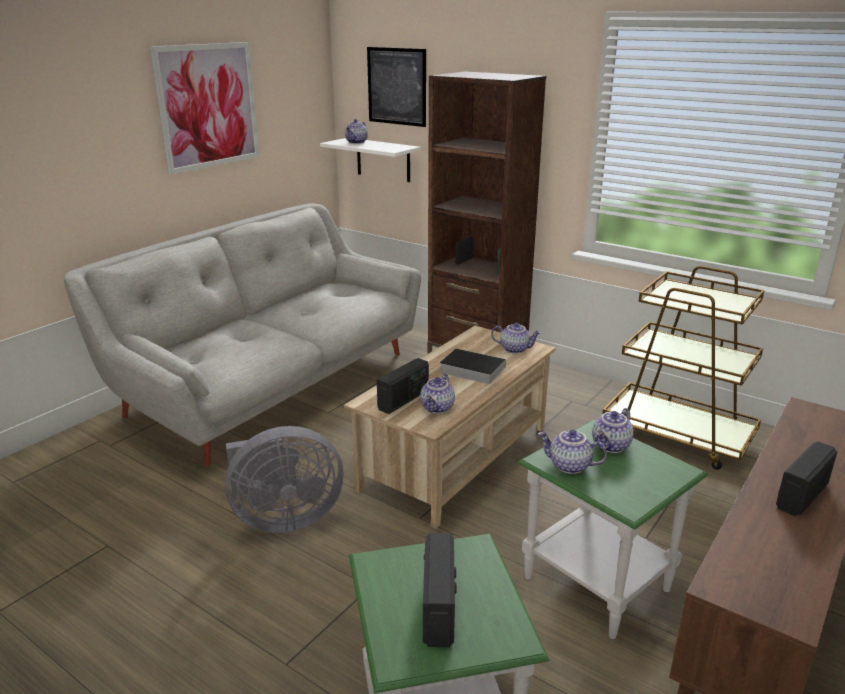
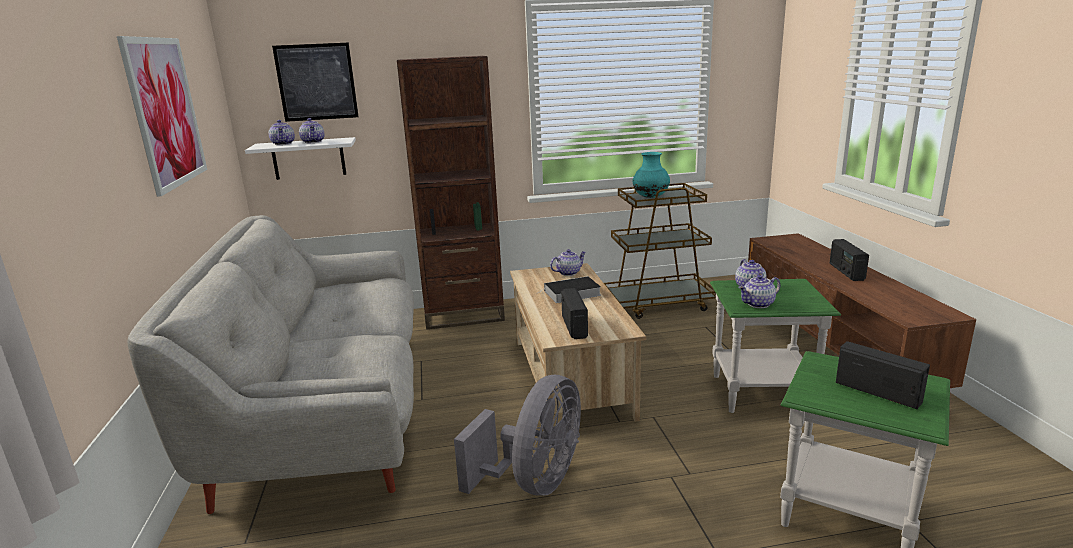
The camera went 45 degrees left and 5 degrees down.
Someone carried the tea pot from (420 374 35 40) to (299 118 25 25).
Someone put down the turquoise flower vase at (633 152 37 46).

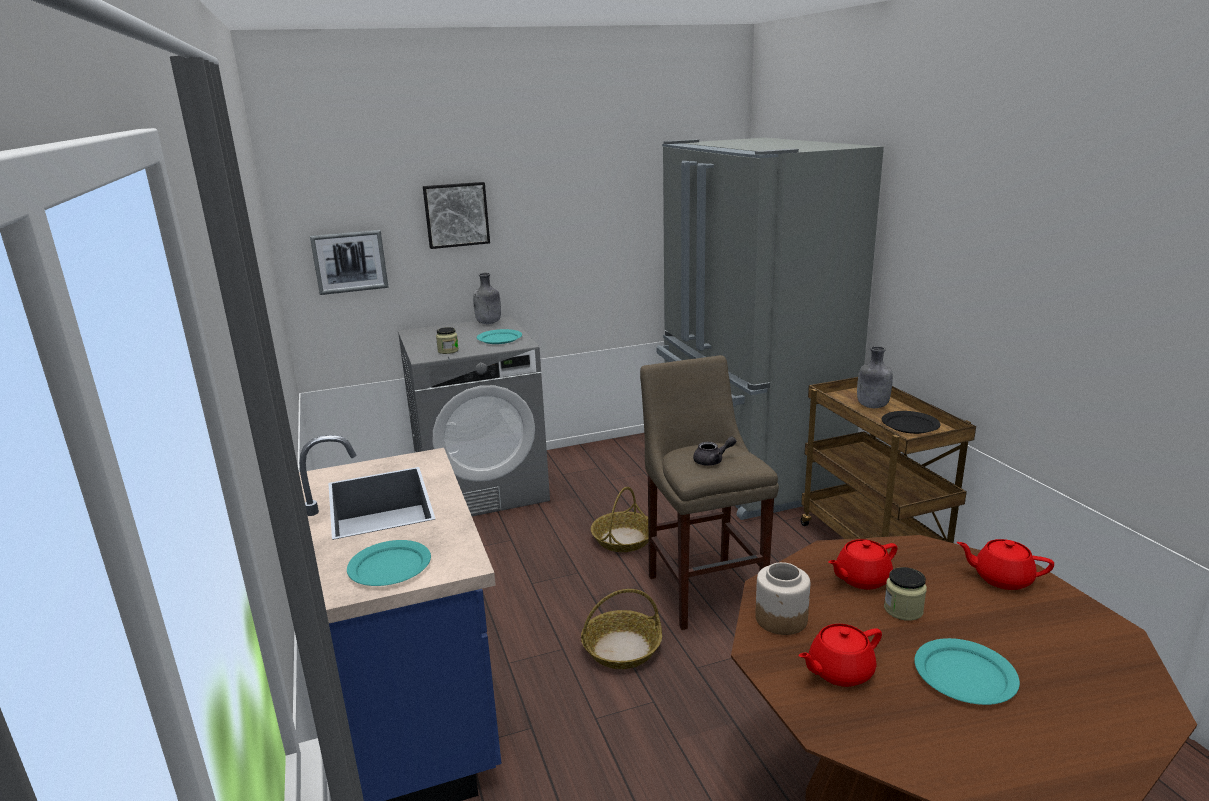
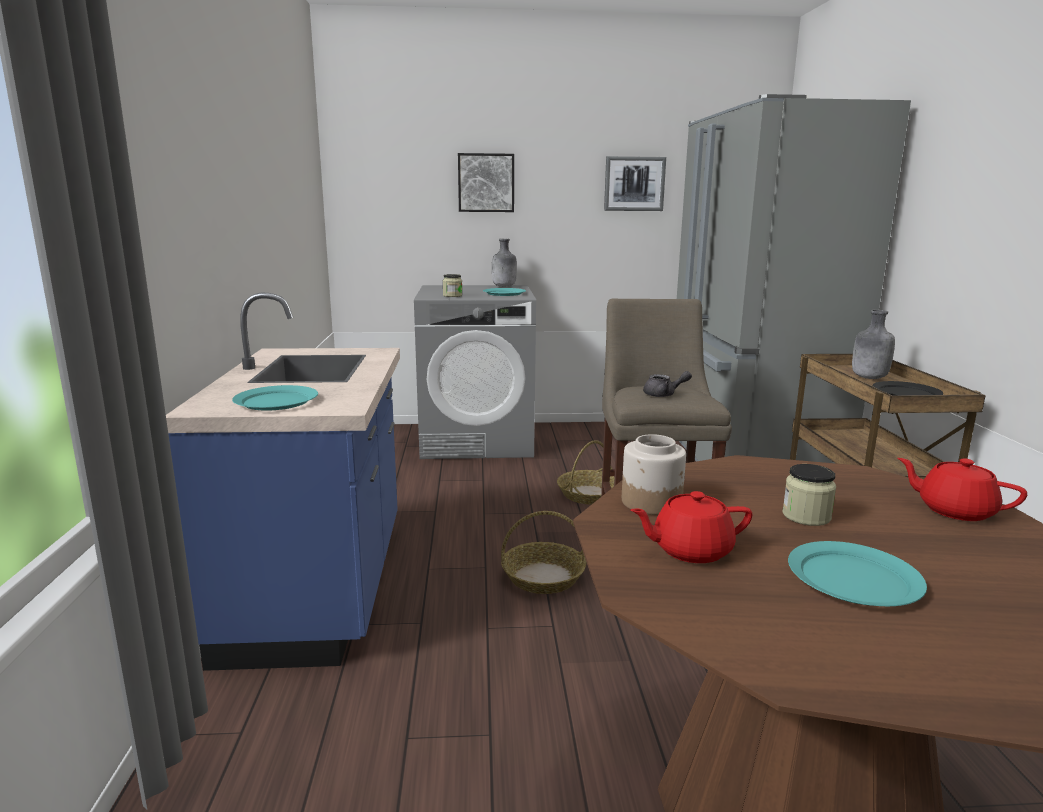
The camera went 15 degrees right and 5 degrees down.
Someone carried the picture from (310 230 79 65) to (604 156 62 55).
Someone took away the red tea pot at (828 539 70 50).

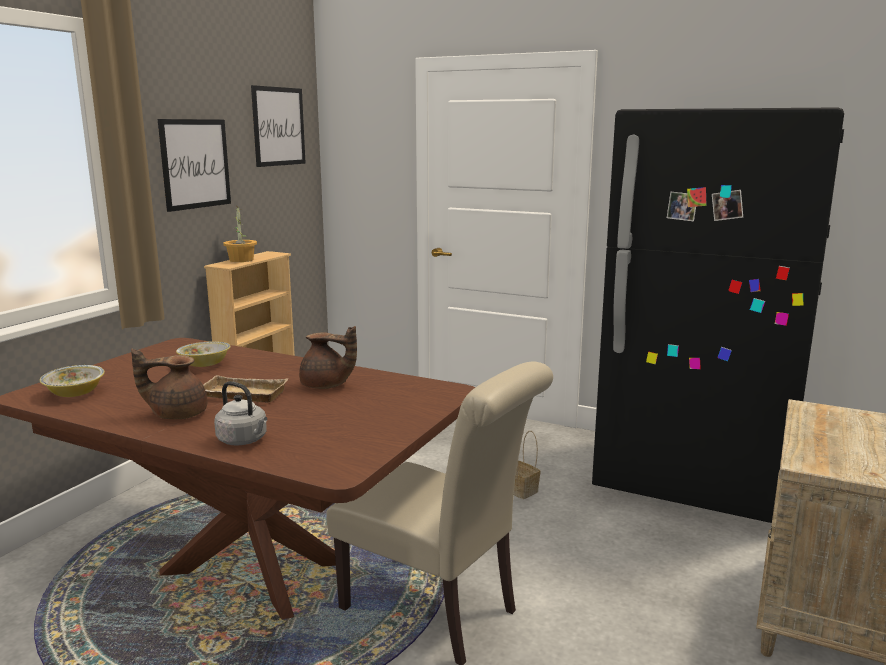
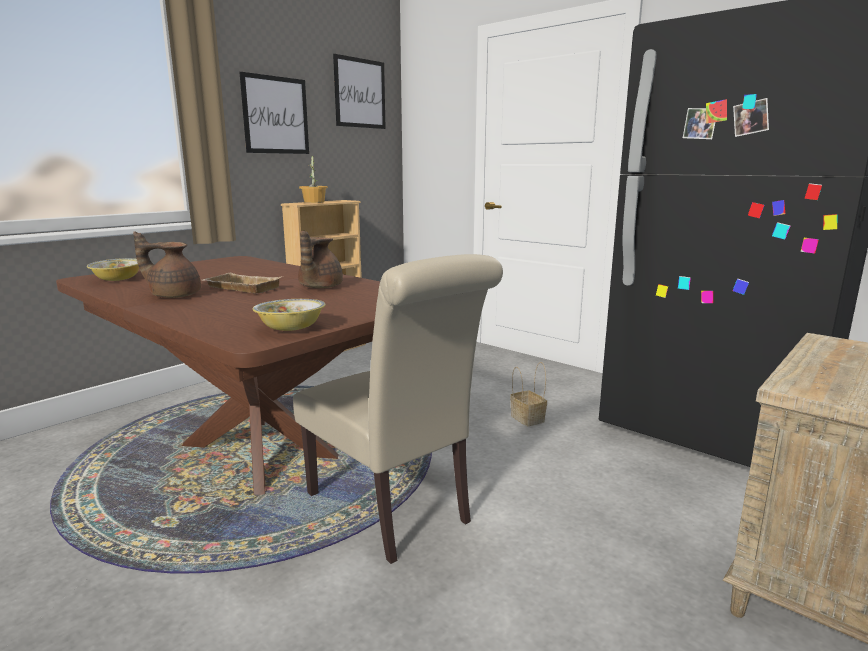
The camera went 15 degrees right and 0 degrees up.
Someone carried the deep dish from (176 341 55 26) to (253 299 73 32).
Someone rotated the brownish tea pot at (299 326 58 63) by 75 degrees clockwise.
Someone took away the grey water kettle at (214 381 53 64).

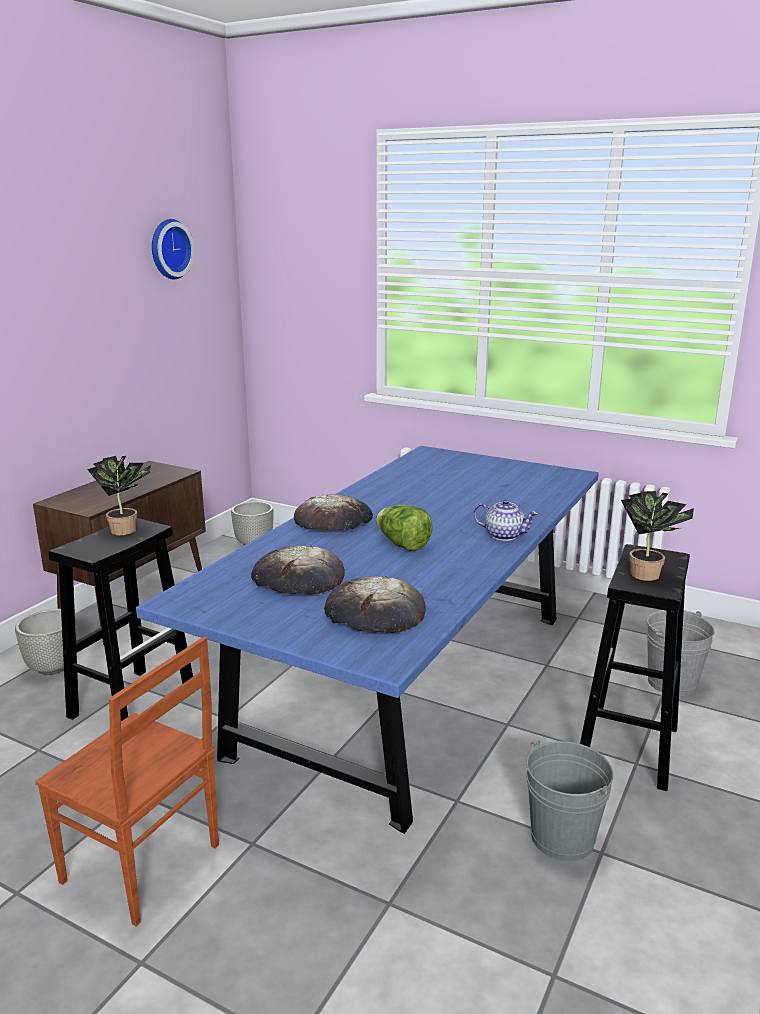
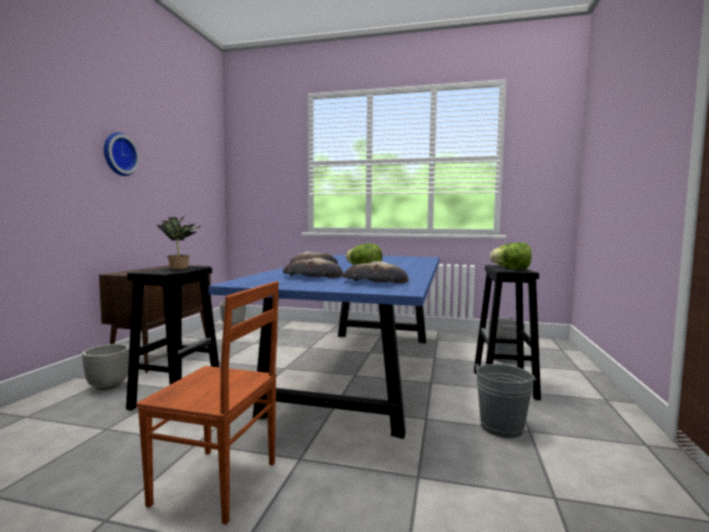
The camera went 15 degrees left and 15 degrees down.
Someone carried the hanging clock from (152 219 43 60) to (104 132 36 44).
Someone swapped the plant in a pot at (621 491 73 90) for the head of lettuce at (490 242 42 27).
Someone took away the tea pot at (473 499 65 42).

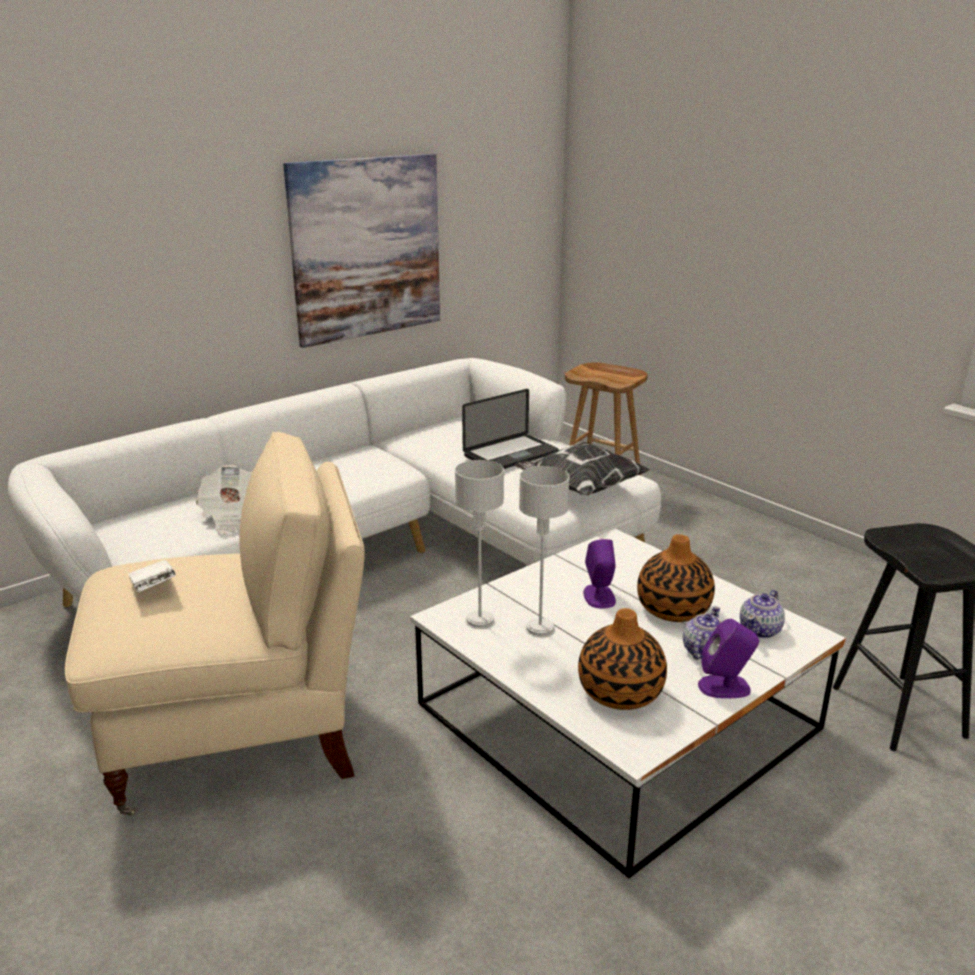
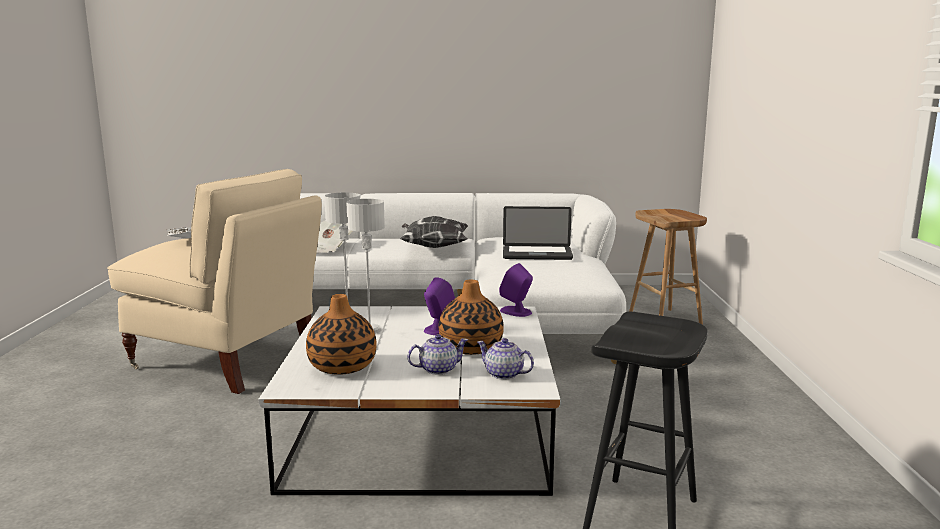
The camera went 40 degrees right and 10 degrees down.
Someone carried the throw pillow from (515 442 135 53) to (400 216 68 32).
Someone rotated the tea pot at (740 590 45 48) by 45 degrees clockwise.
Someone carried the purplish loudspeaker from (698 619 61 79) to (499 263 34 54).
Someone took away the picture at (283 154 157 194).

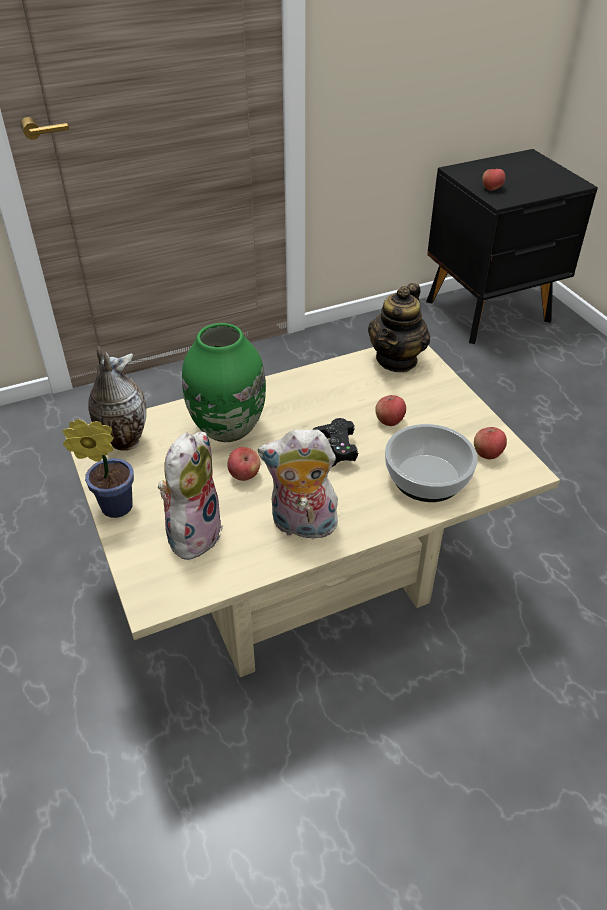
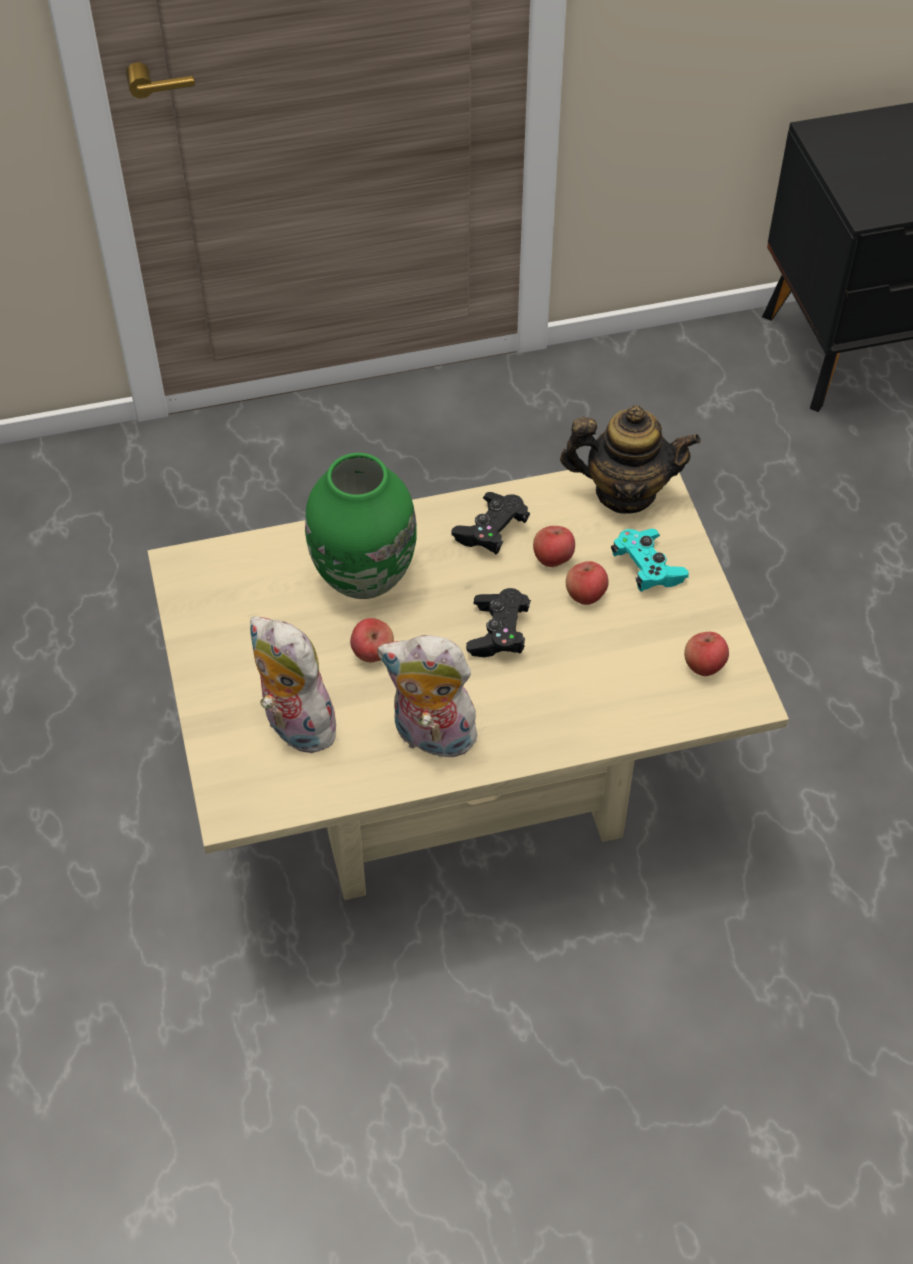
The camera went 10 degrees right and 10 degrees up.
Someone rotated the plush toy at (158 432 65 128) by 75 degrees counterclockwise.
Someone put down the blackish gamepad at (451 492 79 62).
Someone carried the whole apple from (482 169 23 22) to (533 526 42 41).
Someone rotated the tea pot at (368 283 62 89) by 120 degrees counterclockwise.
Someone put down the turquoise gamepad at (611 529 78 63).
Someone took away the plant in a pot at (62 419 72 99).
Someone took away the flower vase at (88 346 58 105).
Someone took away the deep dish at (385 424 93 78).

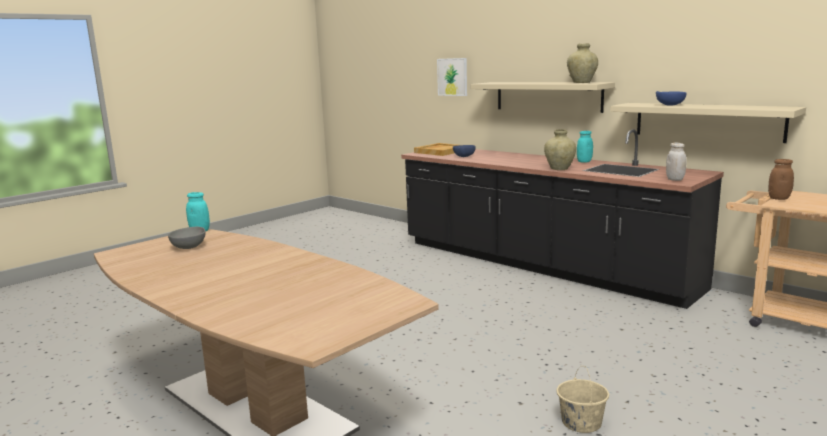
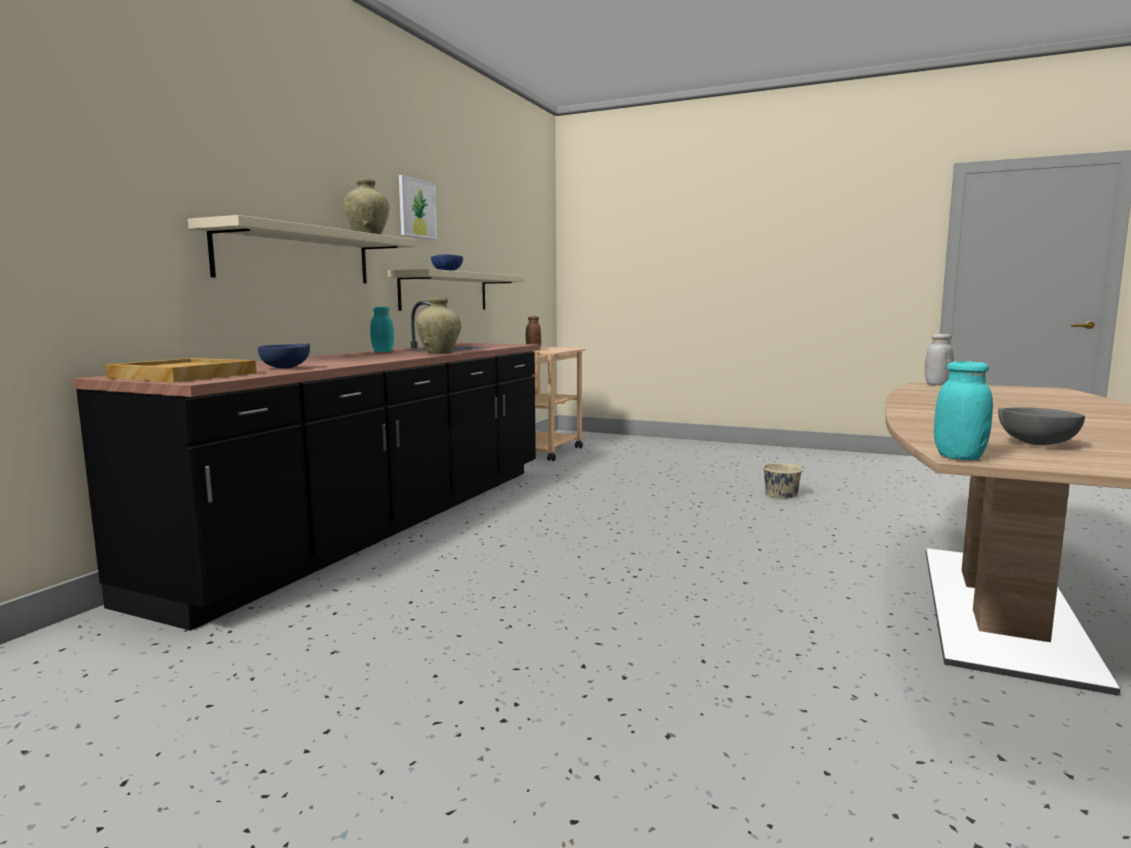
The camera went 110 degrees left and 5 degrees down.
Someone carried the picture from (437 58 30 38) to (399 175 38 65).
Someone carried the white storage jar from (666 143 21 38) to (925 334 28 51).

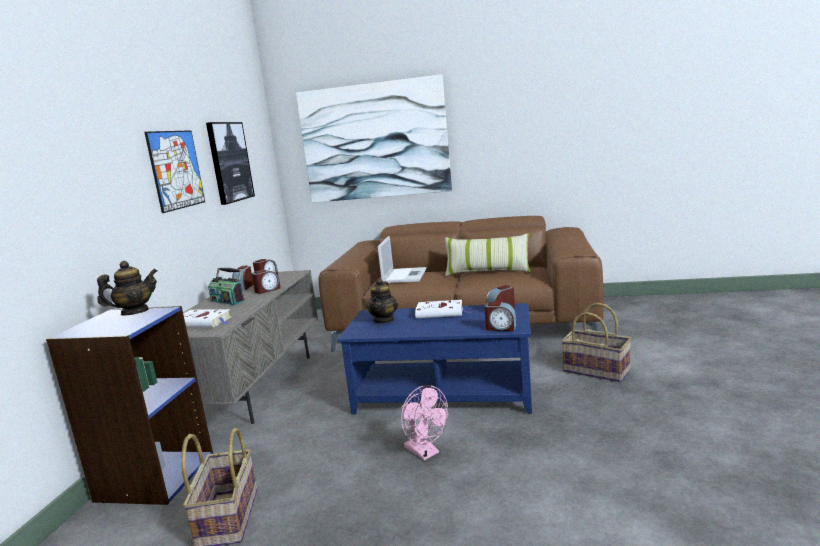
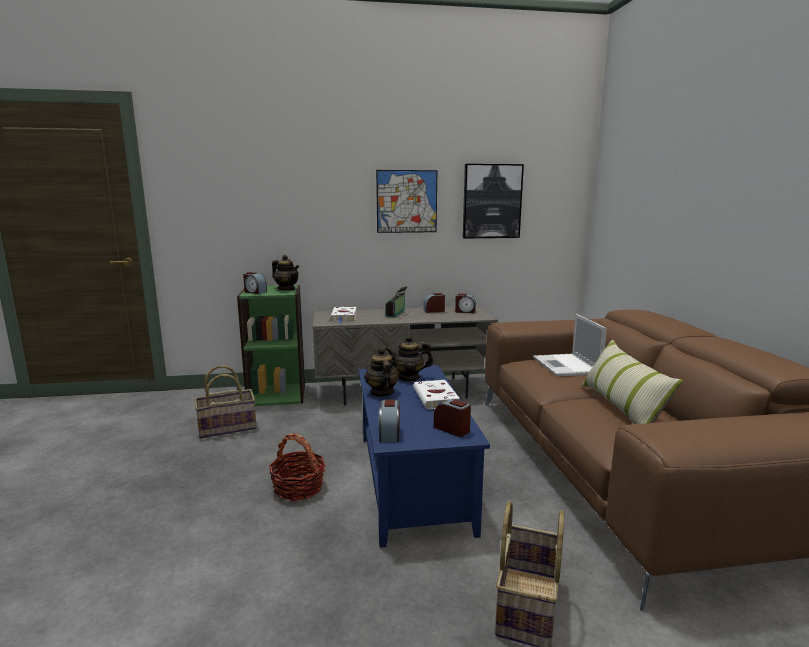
The camera went 70 degrees right and 0 degrees up.
Someone repainted the blue bookcase at (46 306 167 199), which became the greenish bookcase at (237 285 68 121).
Someone carried the alarm clock from (252 270 29 24) to (243 272 24 22).
Someone swapped the pinkish electric fan at (401 385 47 75) for the storage basket at (269 434 56 67).
Someone put down the tea pot at (364 347 36 50).
Someone rotated the notebook computer at (378 236 49 47) by 90 degrees clockwise.
Someone took away the picture at (296 74 156 129).

